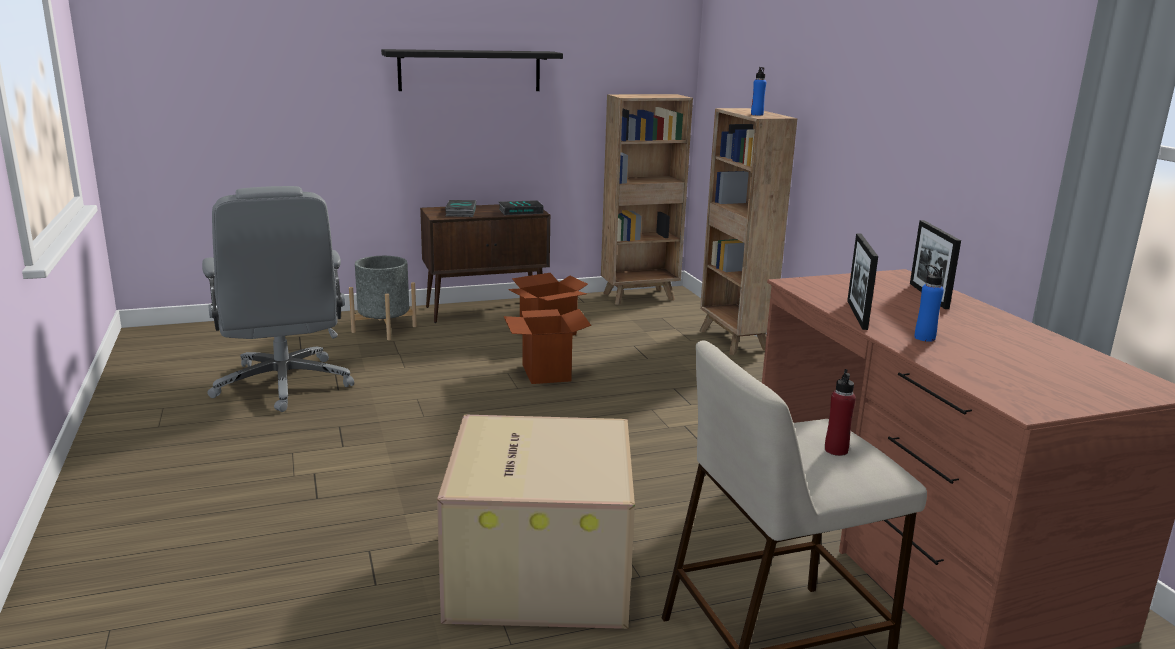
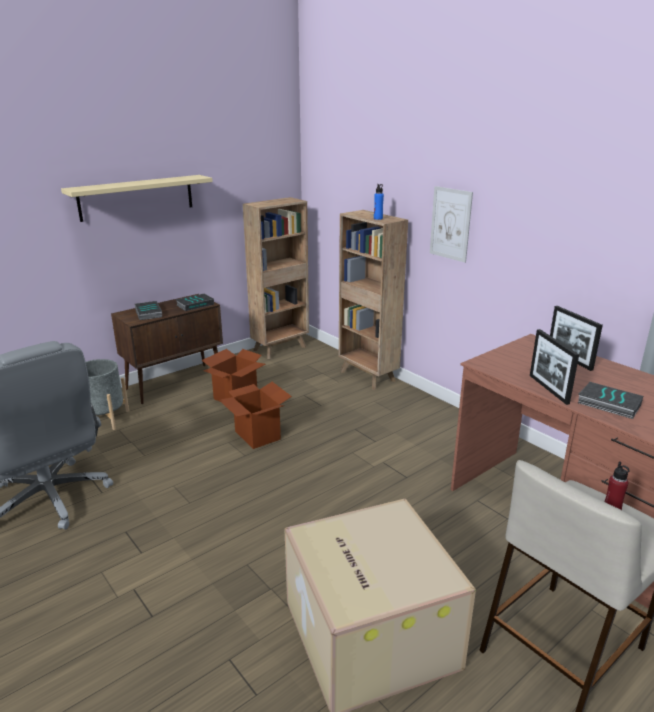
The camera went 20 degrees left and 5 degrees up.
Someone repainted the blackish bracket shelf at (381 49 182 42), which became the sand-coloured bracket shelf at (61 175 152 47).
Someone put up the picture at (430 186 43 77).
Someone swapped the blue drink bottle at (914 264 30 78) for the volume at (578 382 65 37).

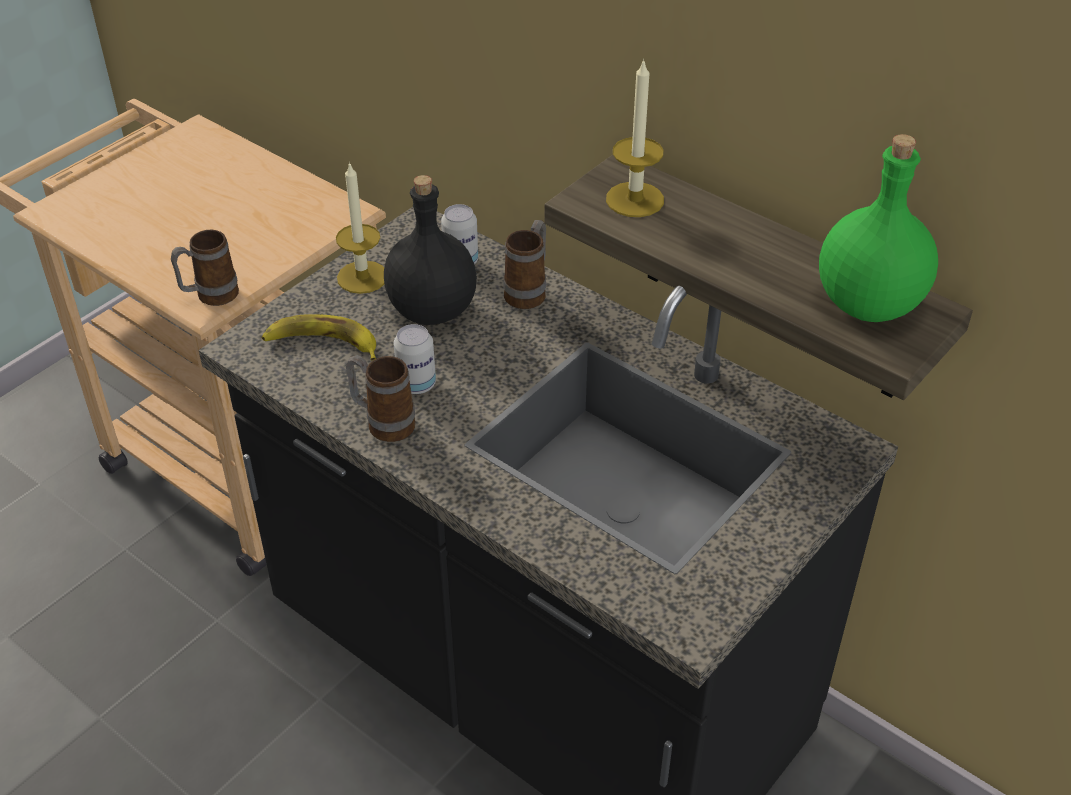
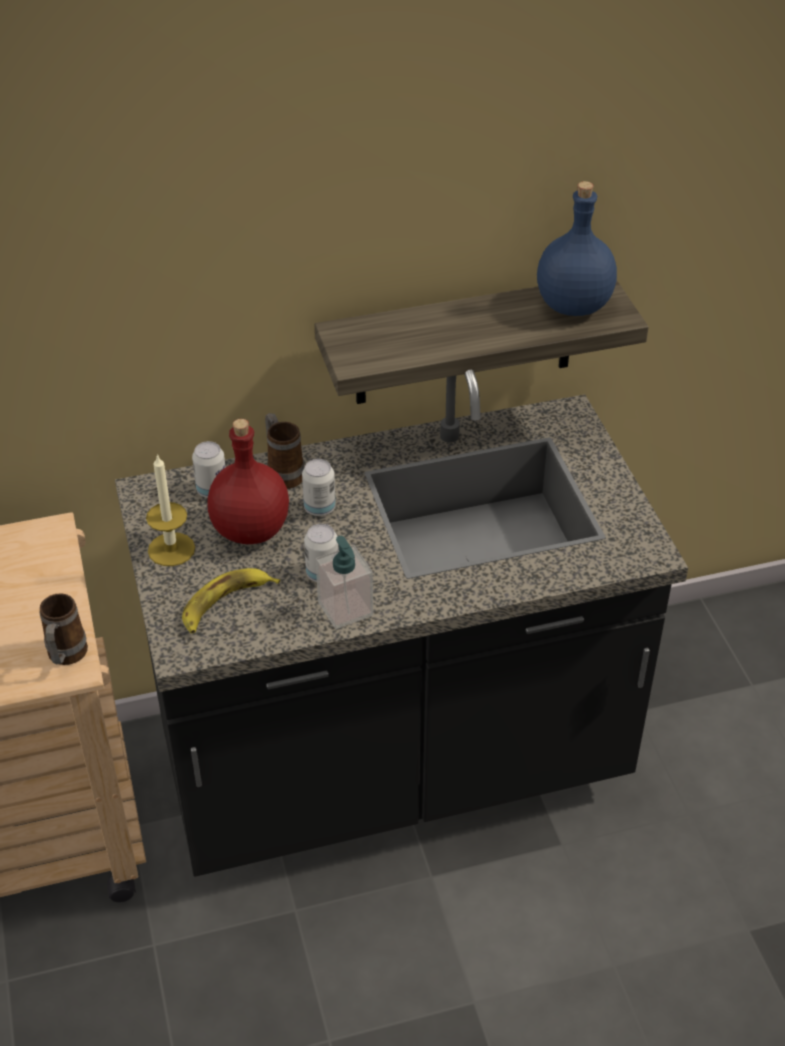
The camera went 55 degrees left and 0 degrees up.
Someone repainted the blackish drink bottle at (384 175 93 150), which became the red drink bottle at (207 419 82 125).
Someone put down the metal can at (302 459 34 57).
Someone swapped the coffee mug at (346 355 69 87) for the liquid soap bottle at (316 536 57 93).
Someone repainted the greenish drink bottle at (819 134 119 188), which became the blue drink bottle at (537 181 80 135).
Someone took away the candle at (606 58 58 159).

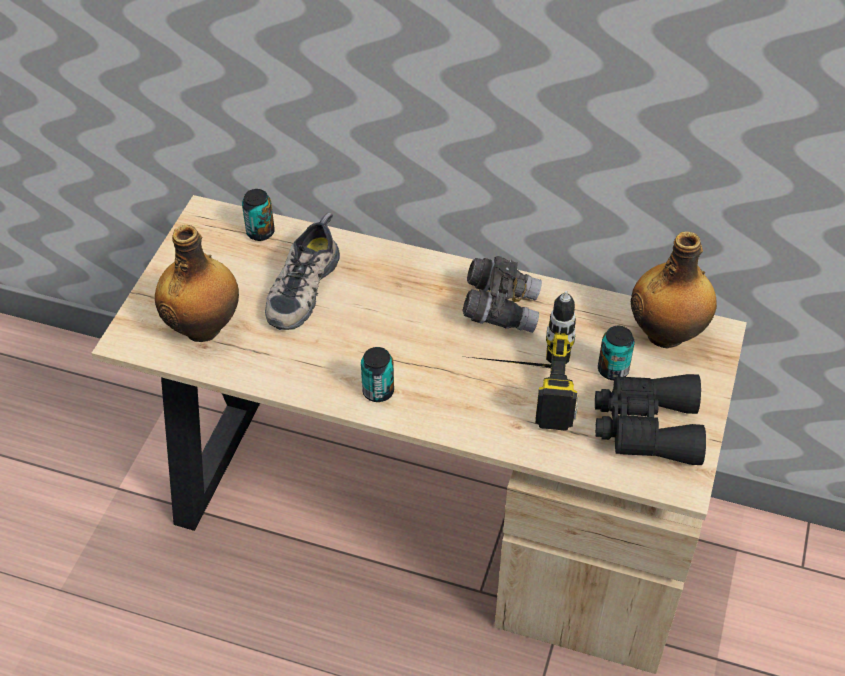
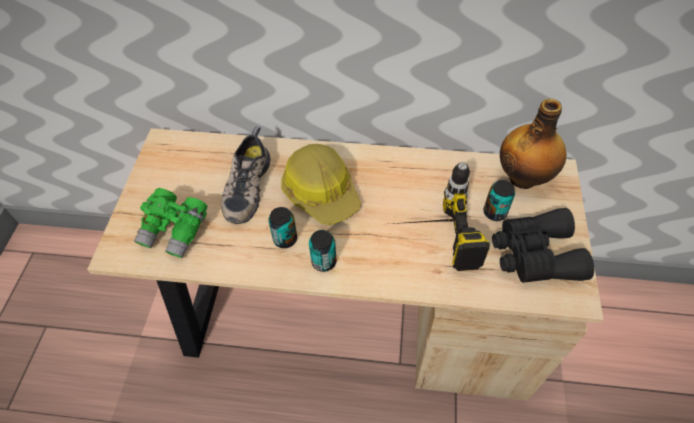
The camera went 10 degrees left and 5 degrees up.
Someone swapped the drink bottle at (155 225 84 117) for the greenish binoculars at (134 188 74 70).
Someone carried the metal can from (242 189 33 52) to (268 207 29 41).
Someone put down the work helmet at (281 144 80 81).
Someone took away the grey binoculars at (462 256 80 77).

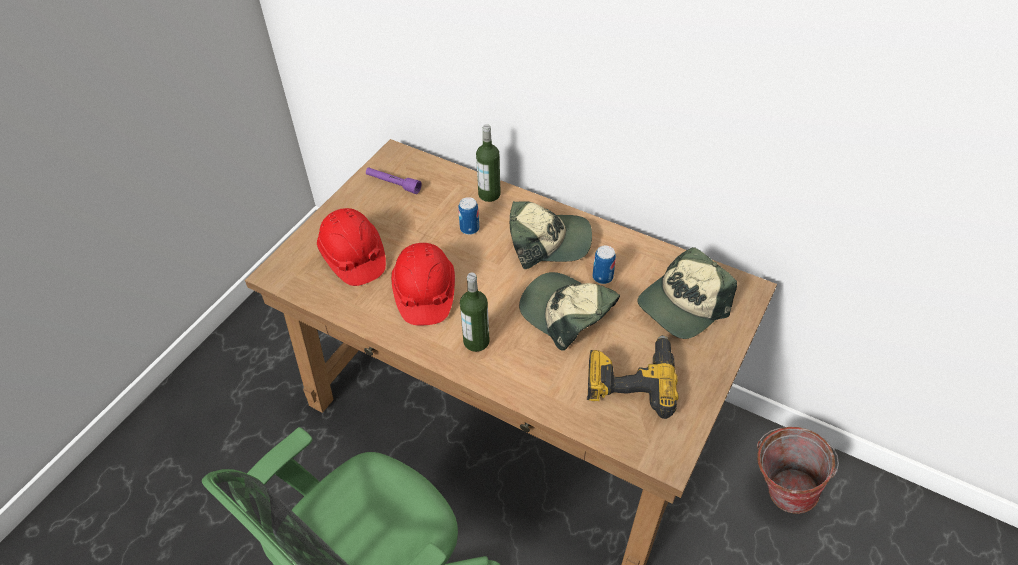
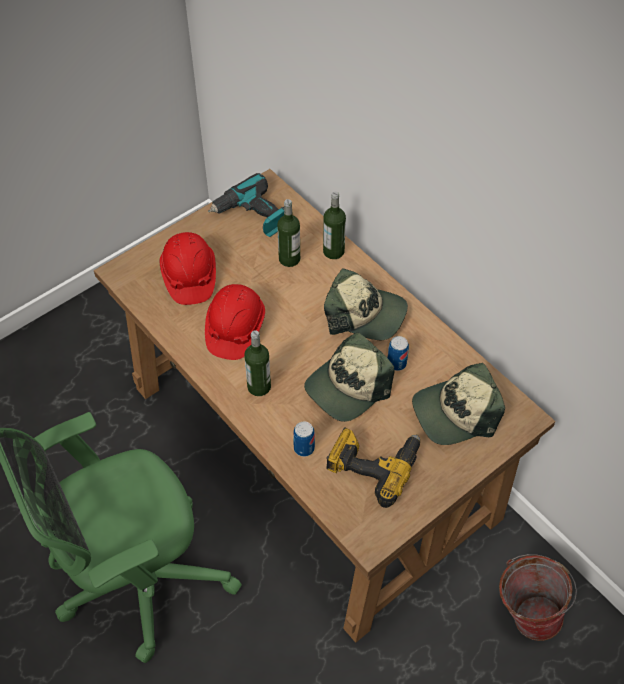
The camera went 20 degrees right and 5 degrees up.
Someone swapped the purplish hand torch at (366 167 55 27) for the electric drill at (208 173 76 64).
Someone put down the drink bottle at (277 199 23 68).
Someone carried the metal can from (458 197 21 38) to (293 421 22 36).
Someone rotated the peaked cap at (519 272 101 79) by 105 degrees counterclockwise.

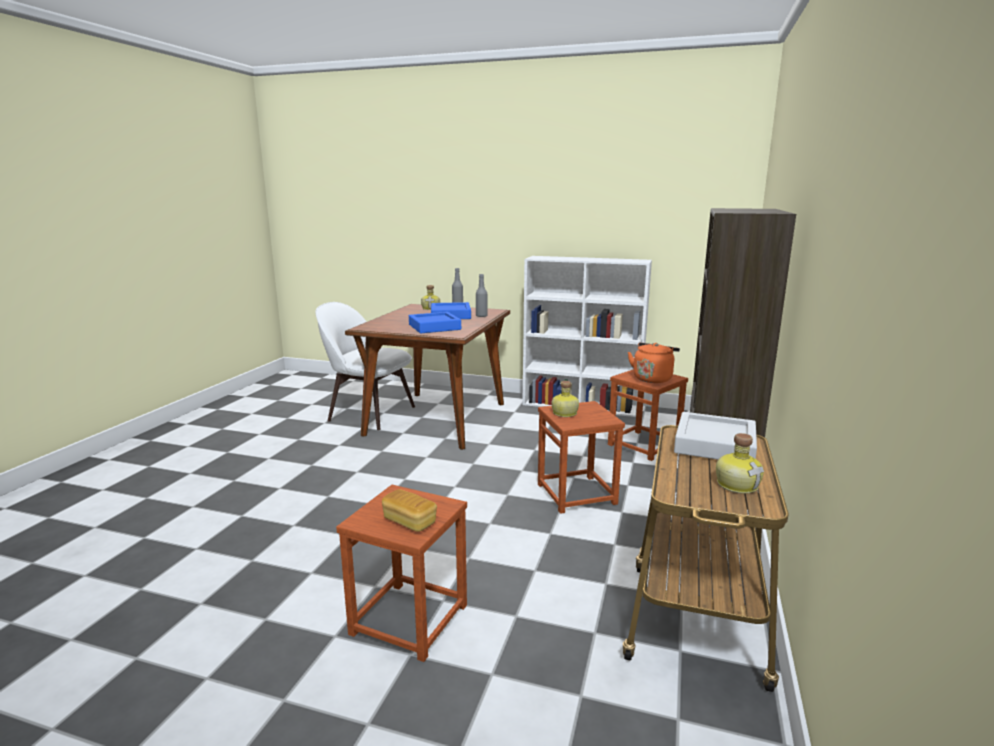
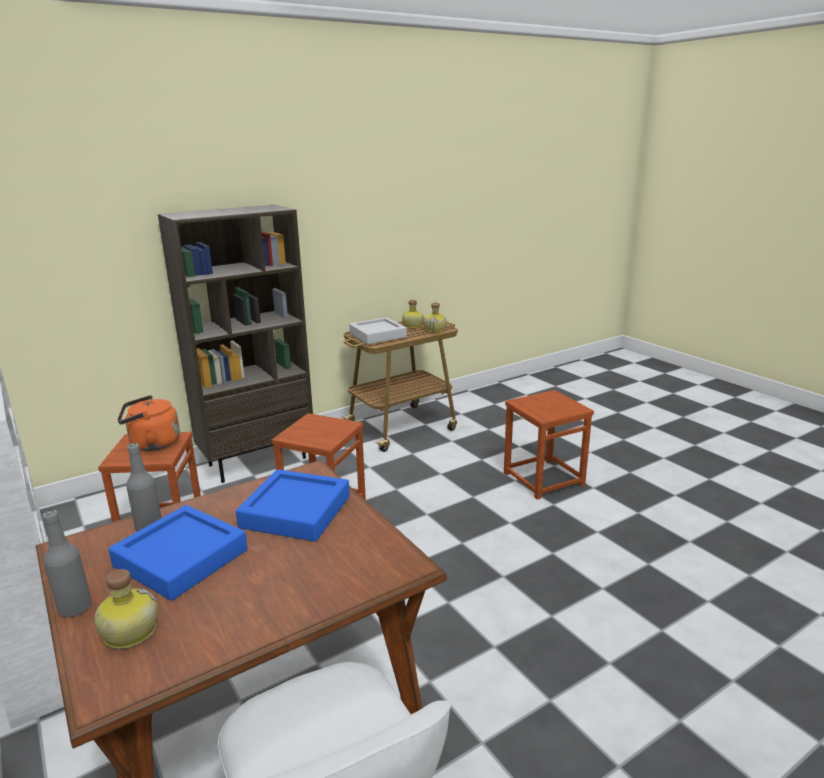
The camera went 140 degrees left and 5 degrees up.
Someone carried the drink bottle from (552 381 27 36) to (424 303 23 29).
Someone took away the bakery bread at (382 489 55 43).

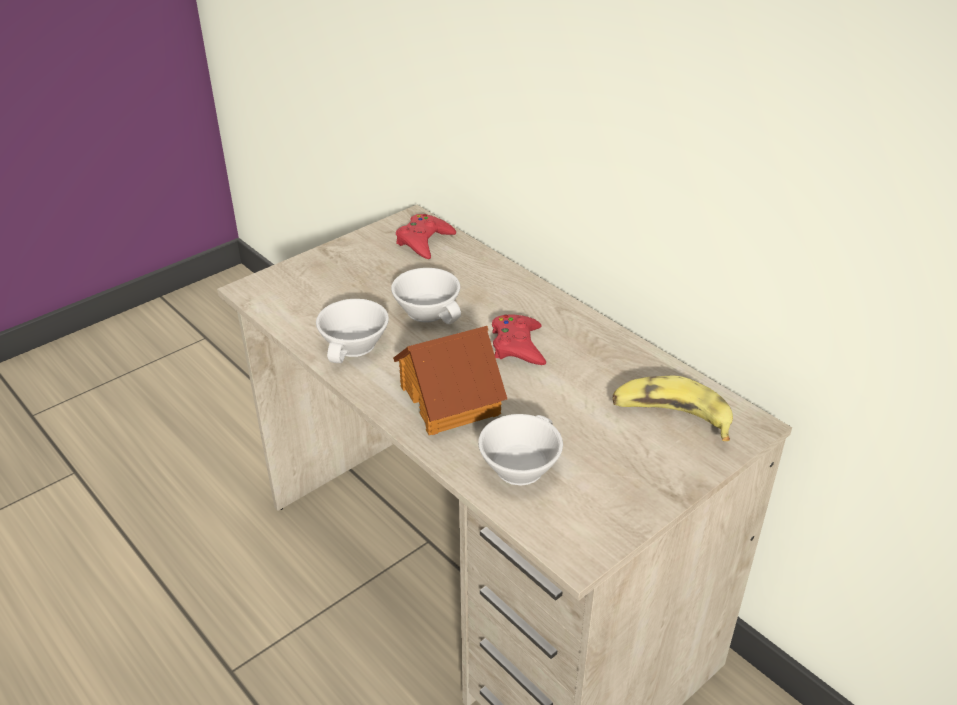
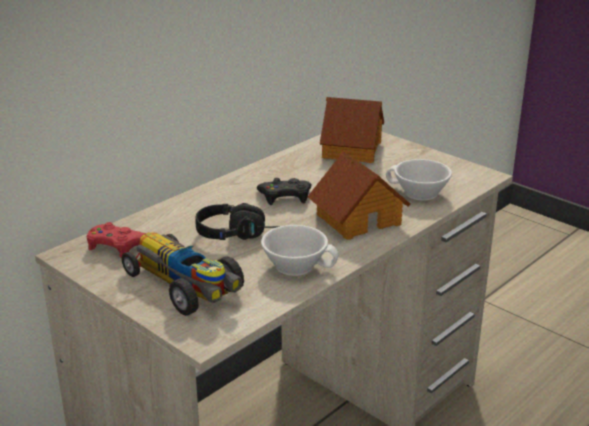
The camera went 95 degrees left and 10 degrees down.
Someone put down the miniature car at (122 232 122 84).
Someone swapped the white small cup at (391 268 70 57) for the blackish headset at (195 203 85 37).
Someone repainted the red gamepad at (492 314 54 51), which became the blackish gamepad at (257 178 54 27).
Someone swapped the banana at (612 375 121 66) for the miniature house at (320 97 64 66).

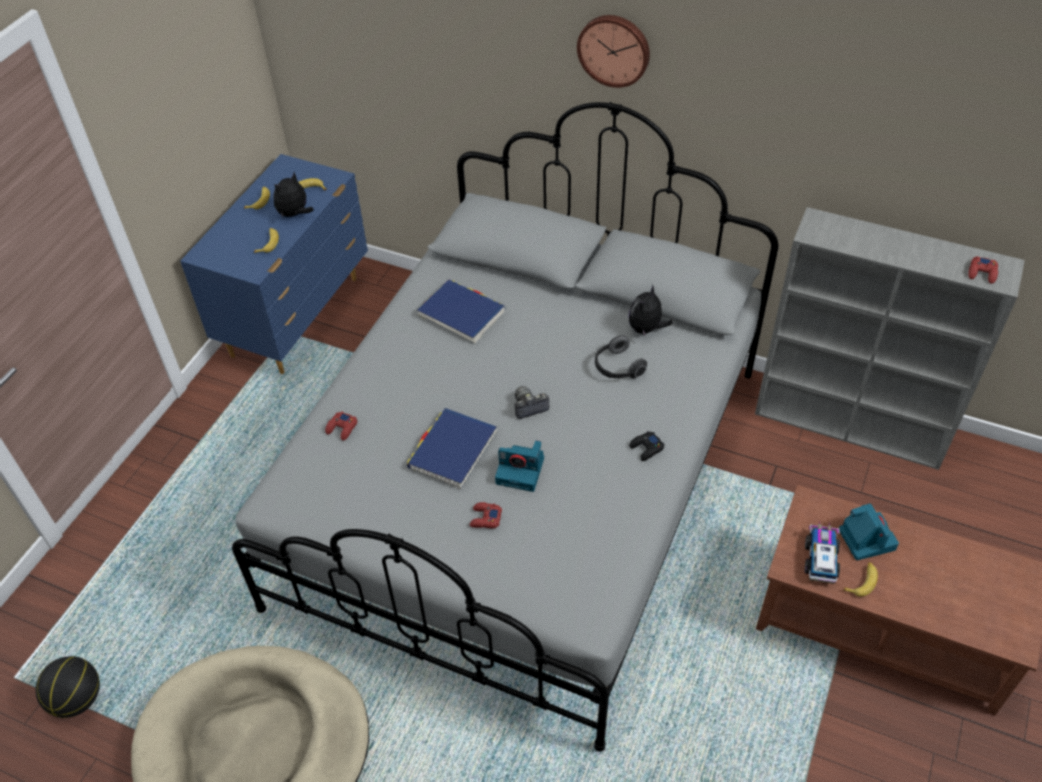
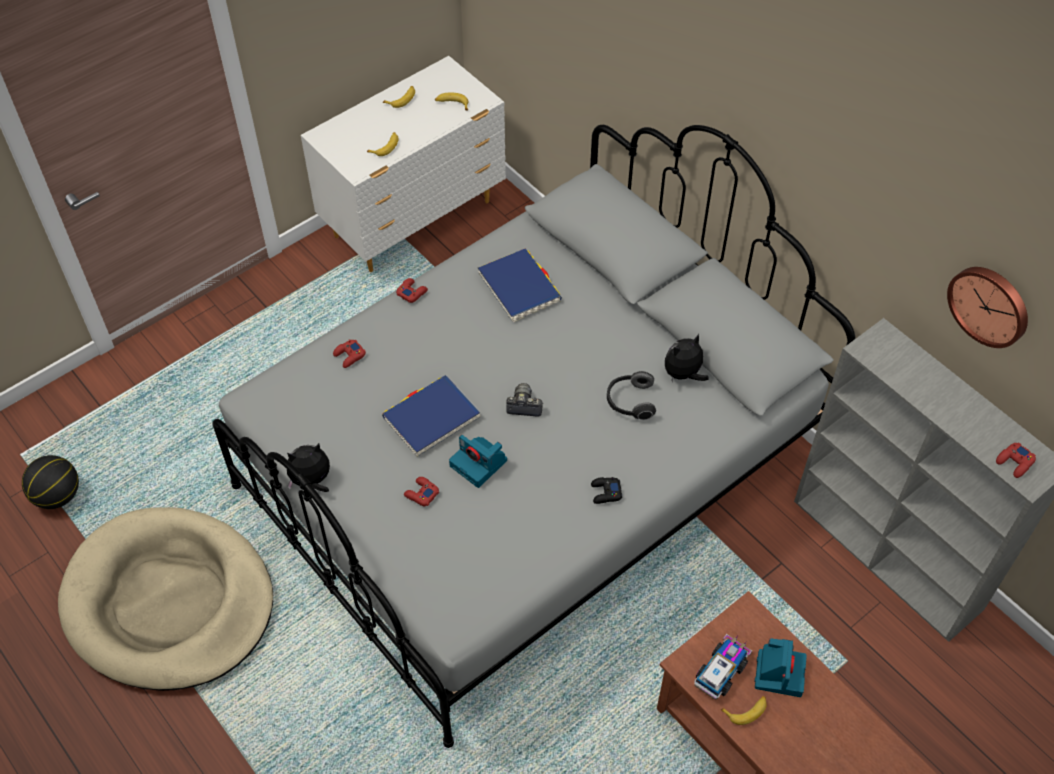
The camera went 25 degrees right and 5 degrees up.
Someone carried the plush toy from (273 172 41 45) to (287 443 43 49).
Someone repainted the blue drawer chest at (180 154 188 220), which became the white drawer chest at (301 56 205 216).
Someone put down the red gamepad at (396 278 32 25).
Someone carried the hanging clock from (577 15 73 73) to (947 267 81 81).

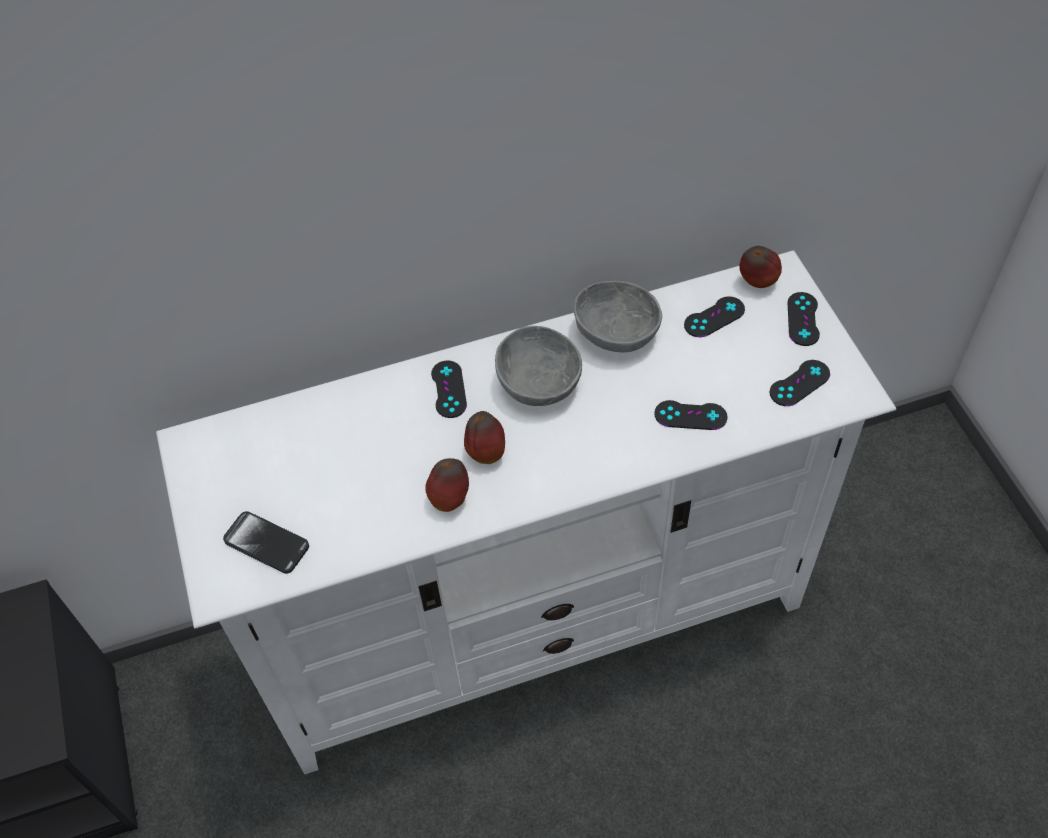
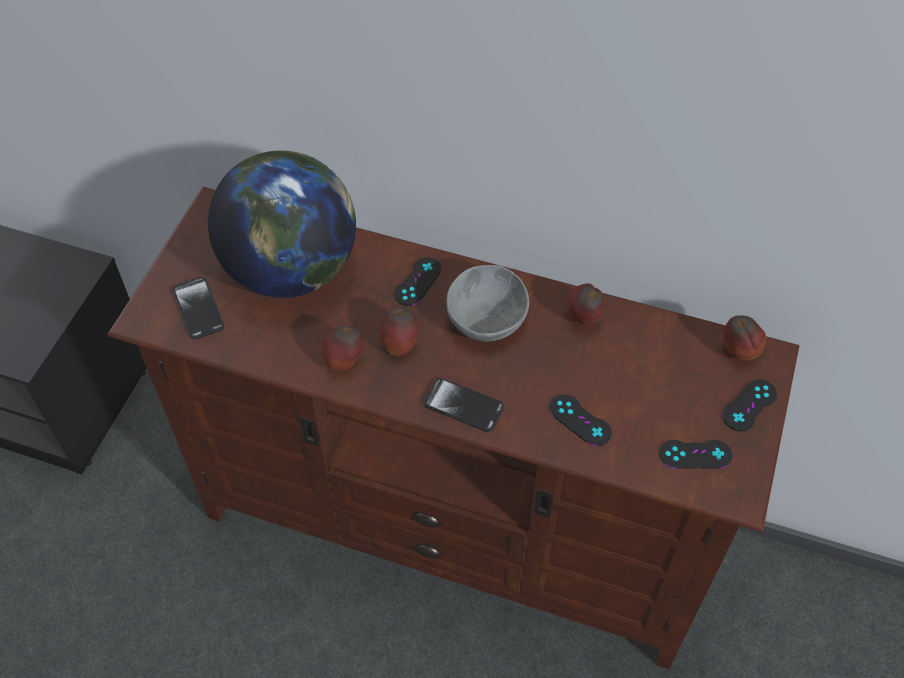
The camera went 35 degrees right and 0 degrees up.
Someone repainted the white media console at (156 250 740 524), which became the brownish media console at (107 187 692 482).
Someone put down the desk globe at (208 150 148 148).
Someone put down the telephone at (424 378 80 54).
Someone swapped the grey deep dish at (574 281 88 71) for the whole apple at (566 283 39 41).
Someone took away the blackish gamepad at (684 296 61 41).

